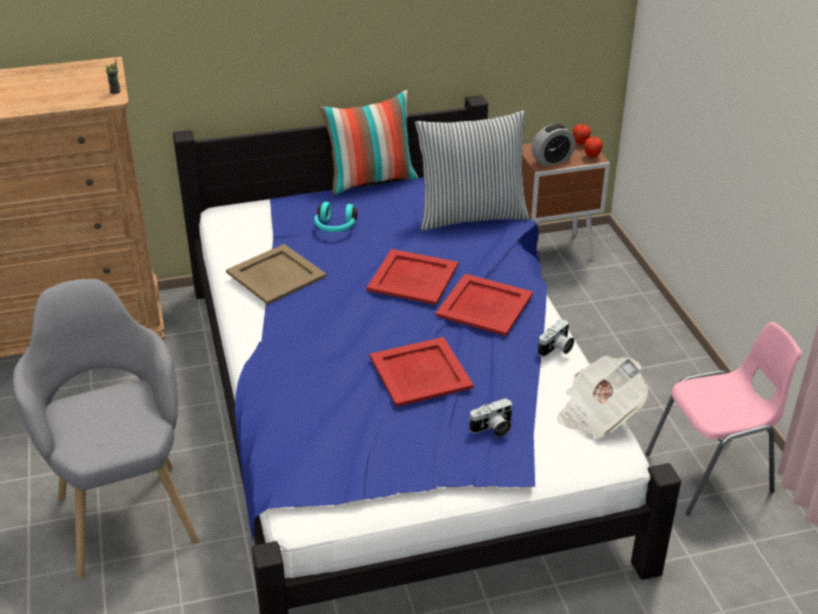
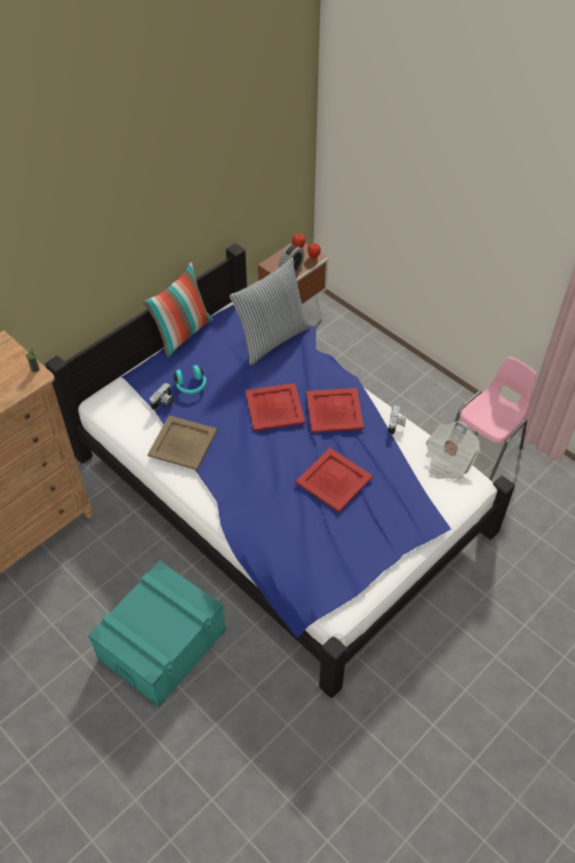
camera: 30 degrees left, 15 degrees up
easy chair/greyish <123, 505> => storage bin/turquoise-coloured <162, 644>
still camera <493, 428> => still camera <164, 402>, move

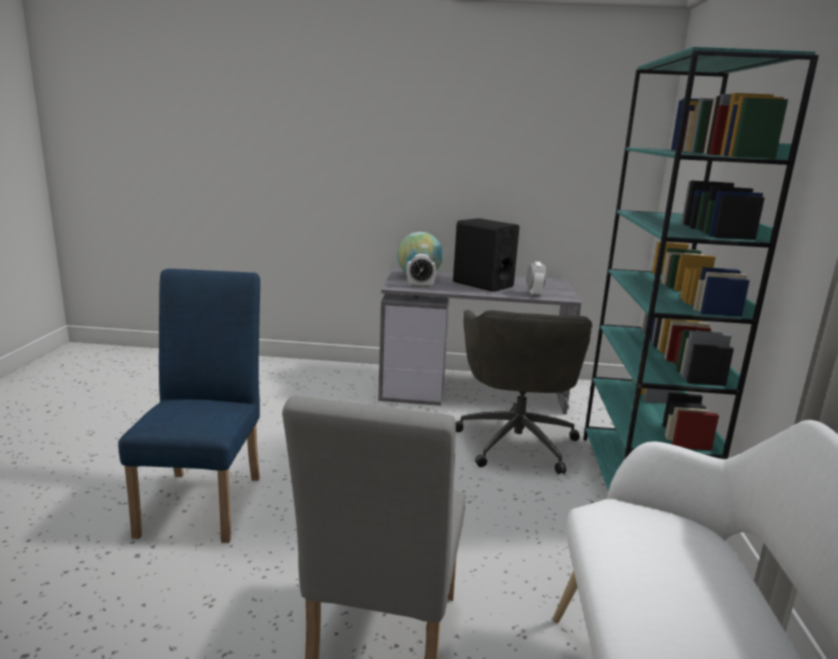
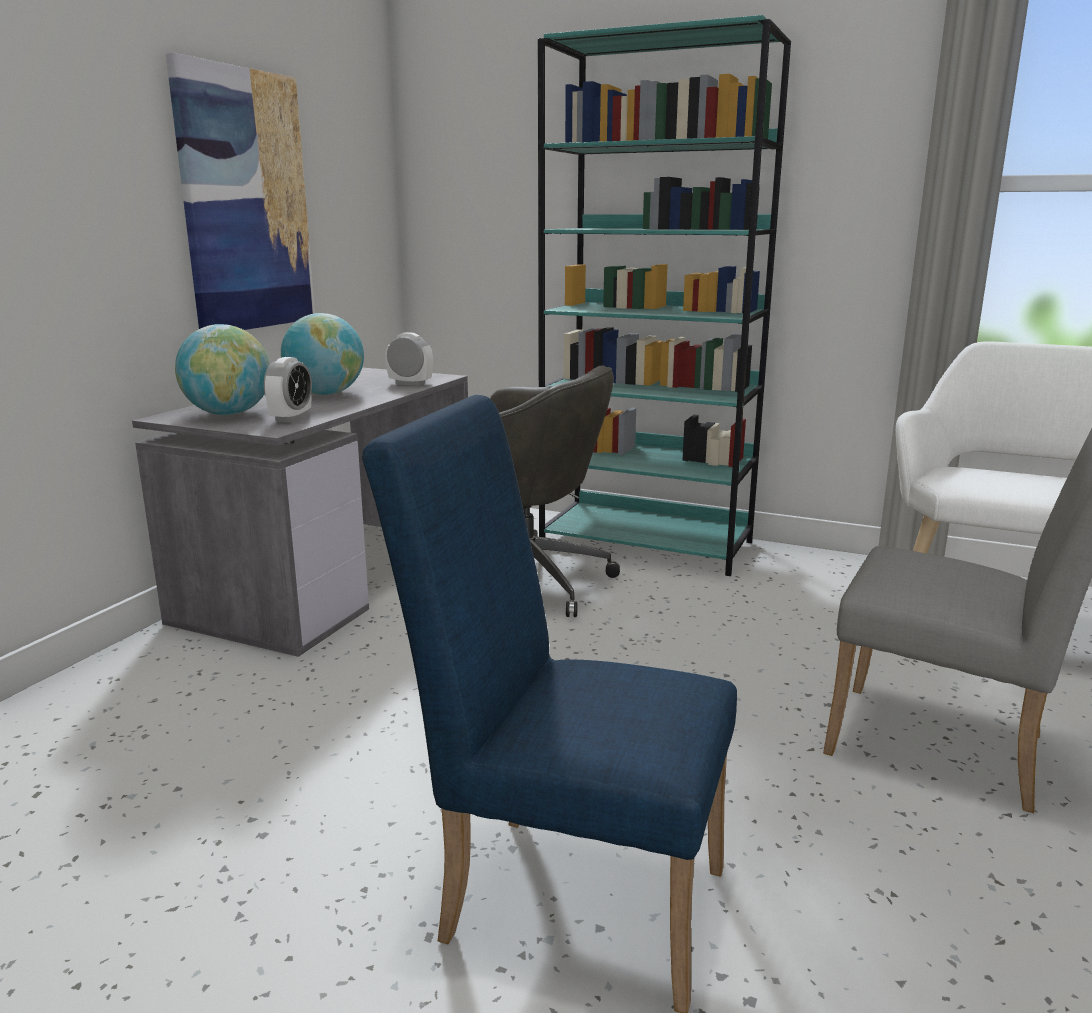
camera: 70 degrees left, 0 degrees up
nothing => wall art <245, 202>
loudspeaker/black <482, 284> => world globe <325, 394>

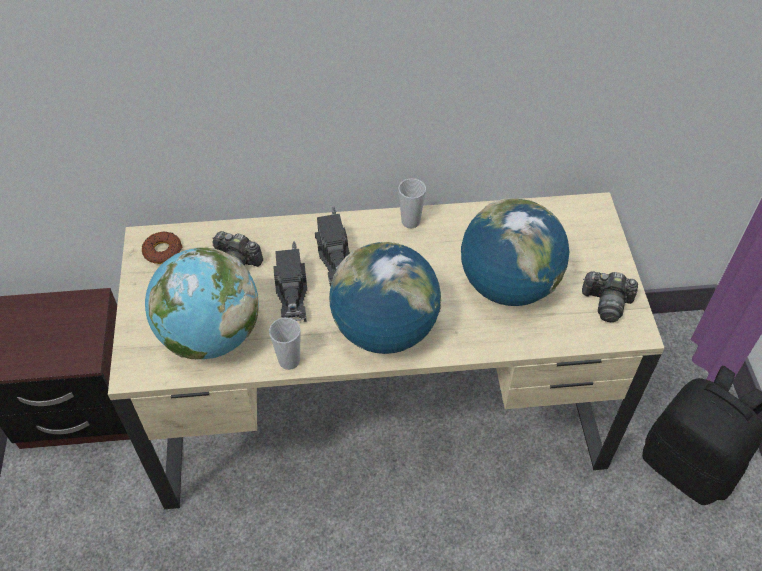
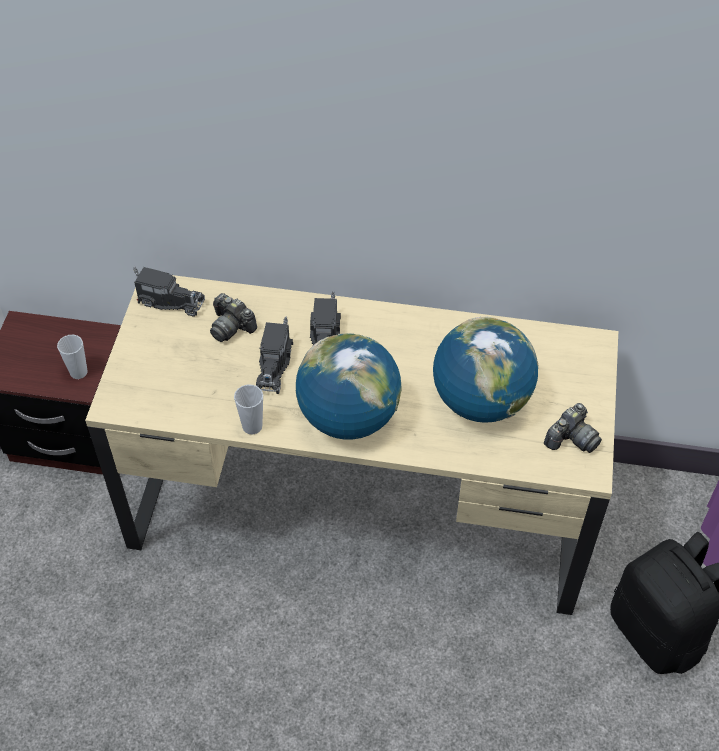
camera: 15 degrees right, 0 degrees up
drinking cup <410, 221> => drinking cup <78, 372>, move
doughnut <163, 251> => toy truck <168, 301>
still camera <606, 303> => still camera <571, 438>, 75 degrees counterclockwise
world globe <210, 335> => nothing

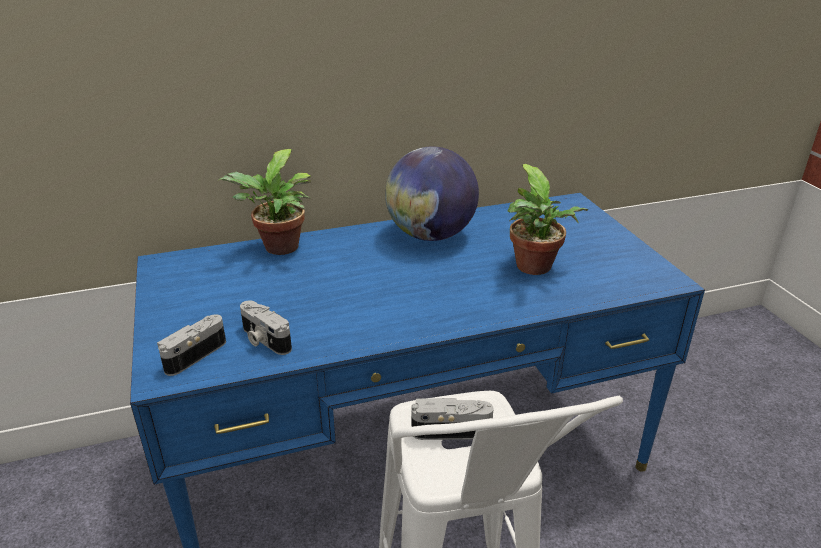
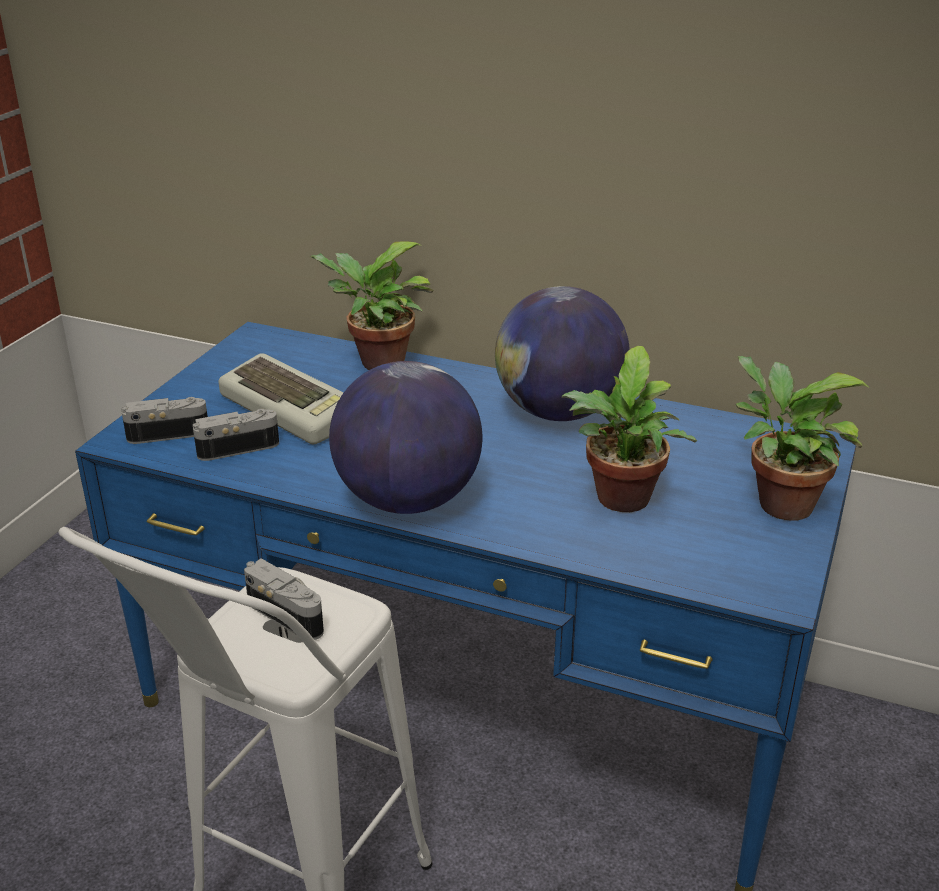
camera: 40 degrees right, 0 degrees up
still camera <264, 340> => still camera <237, 447>, 75 degrees clockwise
nothing => keyboard <291, 409>
nothing => world globe <407, 500>
nothing => houseplant <778, 504>

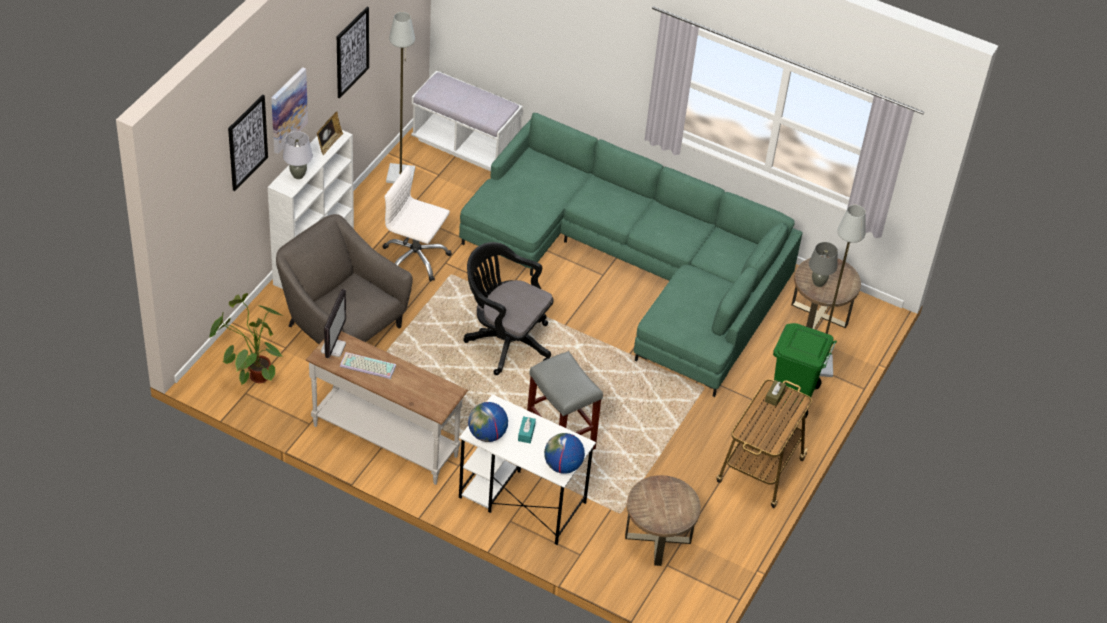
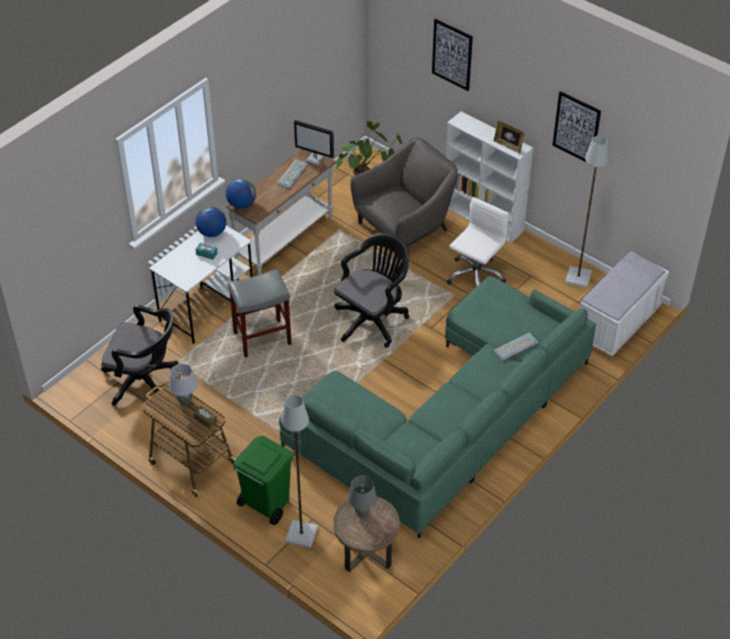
camera: 105 degrees right, 0 degrees up
accent table/brownish <658, 538> => office chair/black <145, 381>
tabletop lamp/greyish <298, 175> => tabletop lamp/greyish <185, 401>, move
world globe <562, 466> => world globe <241, 204>, move
nothing => keyboard <516, 347>
wall art <288, 109> => nothing

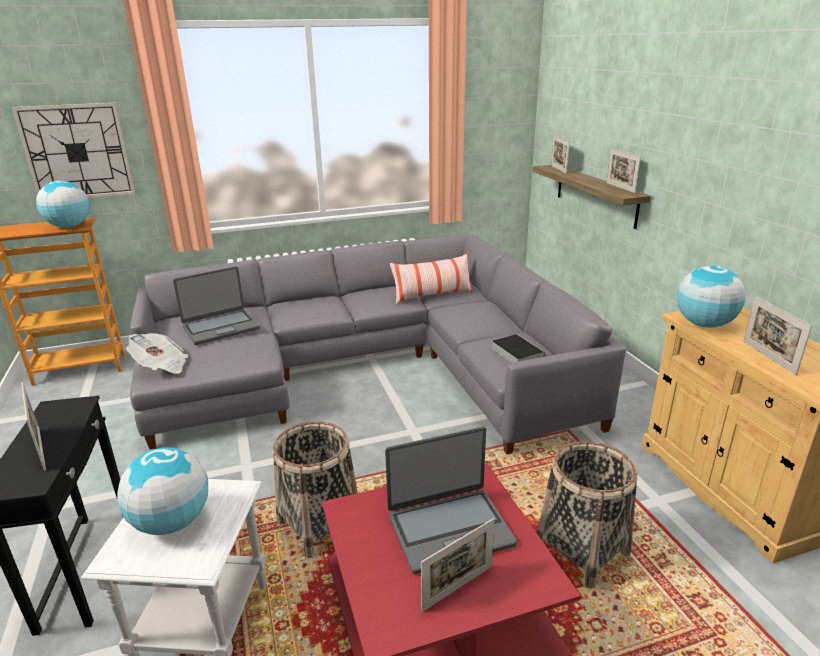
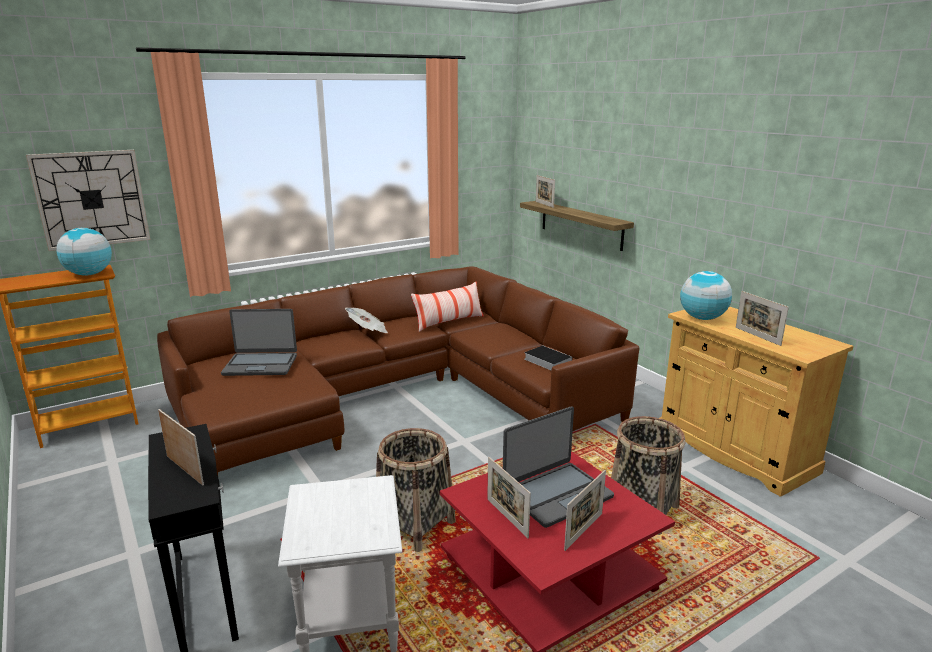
camera: 15 degrees left, 5 degrees down
sofa/greyish <368, 368> => sofa/brownish <397, 395>
laptop <220, 328> => laptop <260, 365>, 45 degrees clockwise
printed paper <161, 366> => printed paper <368, 330>, move
picture frame <620, 187> => picture frame <507, 518>, move
world globe <171, 522> => nothing

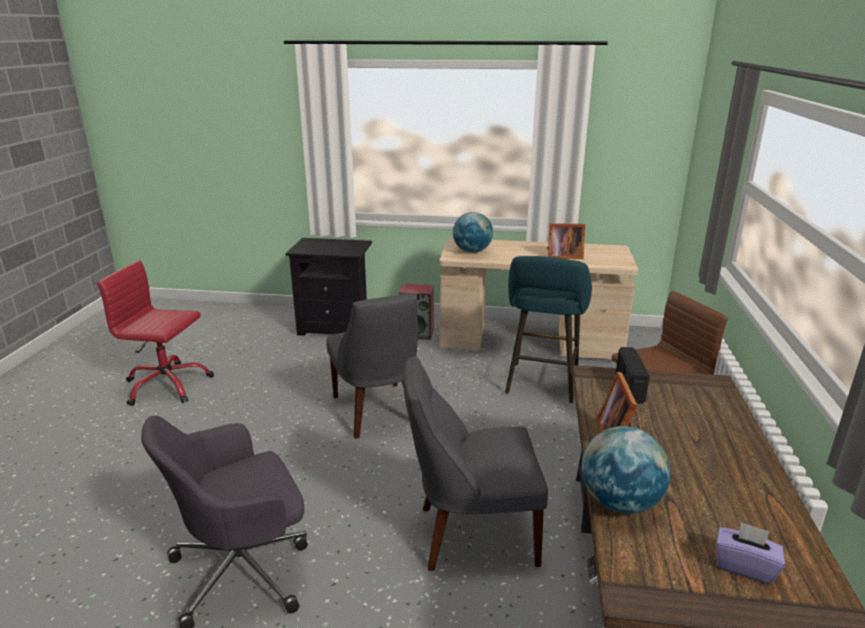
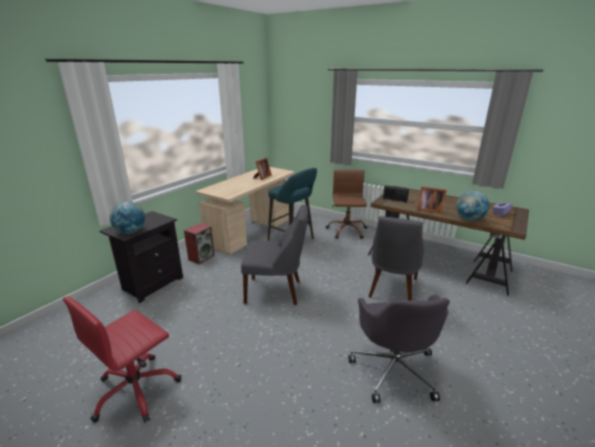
camera: 65 degrees left, 0 degrees up
world globe <472, 251> => world globe <130, 232>, move

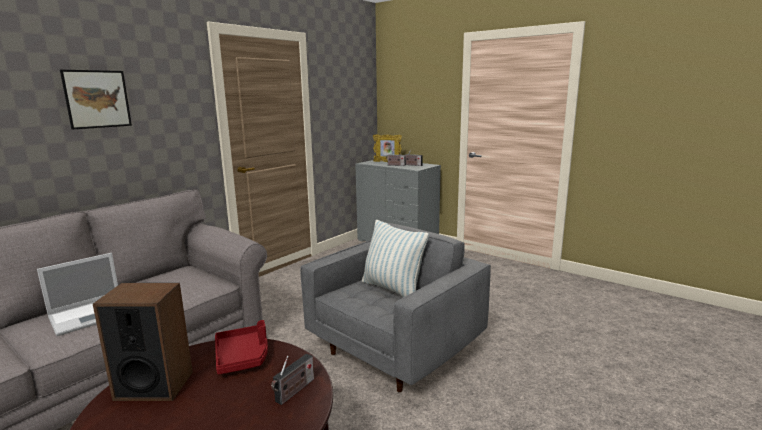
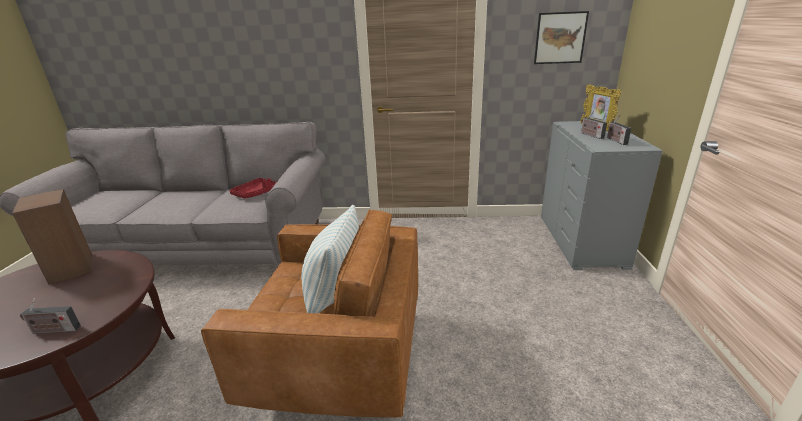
camera: 55 degrees right, 10 degrees up
easy chair/greyish <396, 351> => easy chair/brownish <340, 360>
tray/red-coloured <243, 356> => tray/red-coloured <255, 193>, move
wall art <97, 99> => wall art <560, 38>, move
laptop <92, 314> => nothing

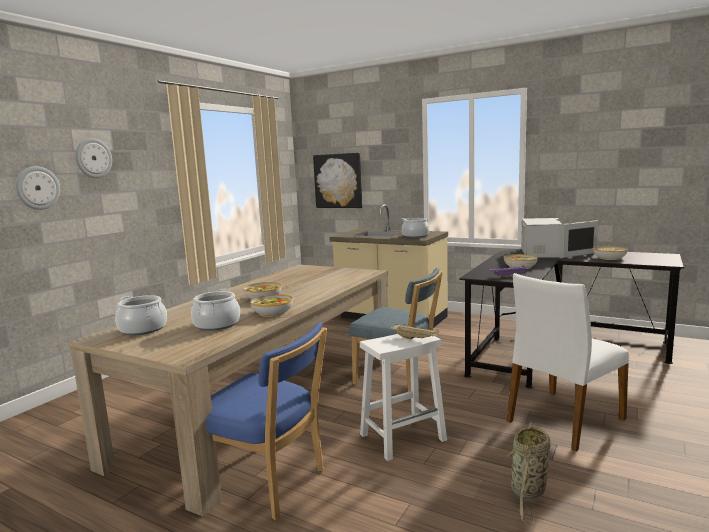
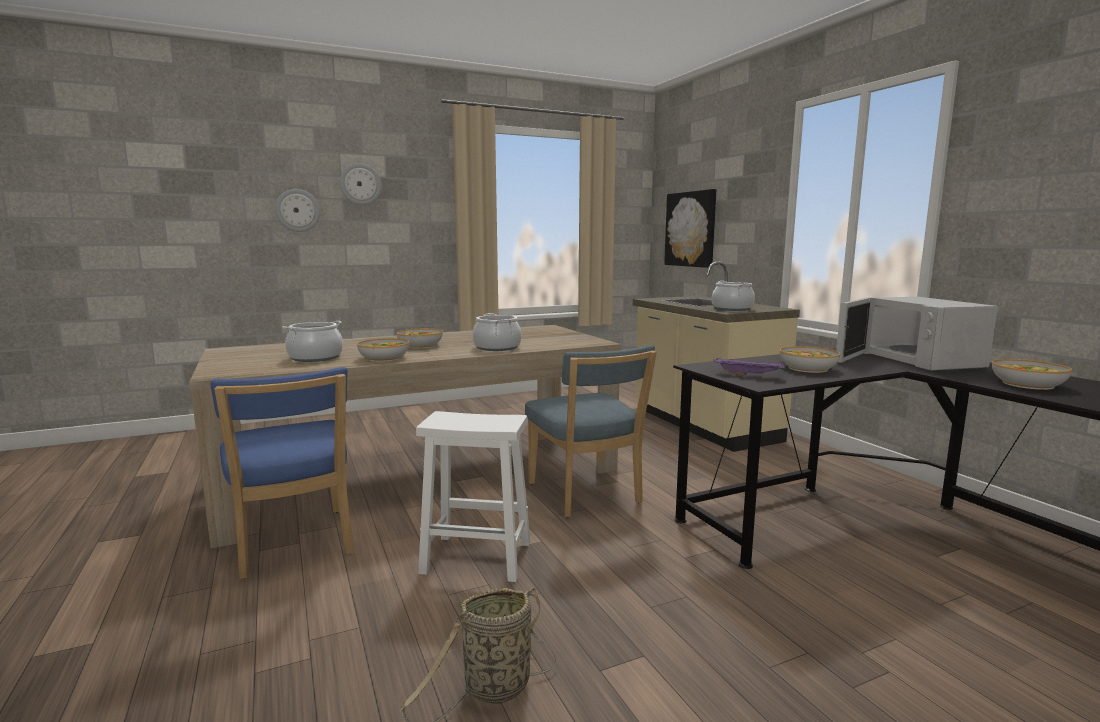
camera: 35 degrees right, 0 degrees up
saucepot <143, 329> => saucepot <497, 347>, move
kitchen microwave/whitish <544, 253> => kitchen microwave/whitish <914, 360>, 120 degrees clockwise
tray/beige-coloured <415, 338> => nothing
plain chair/whitish <563, 419> => nothing

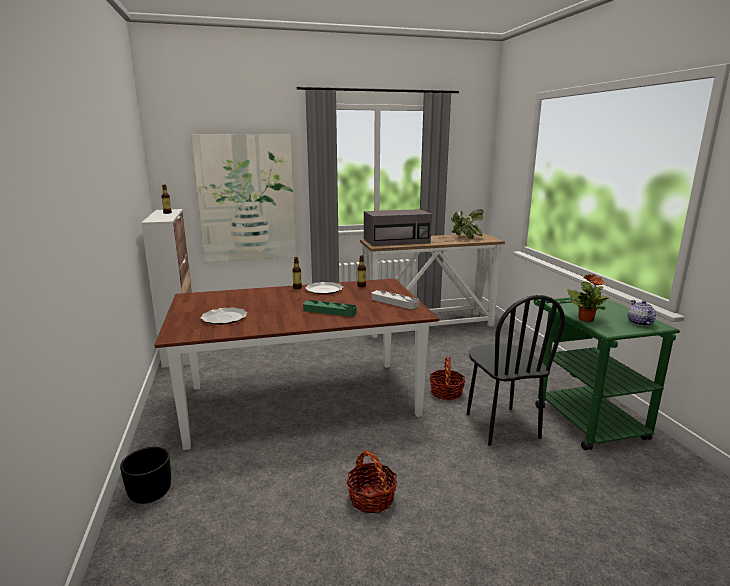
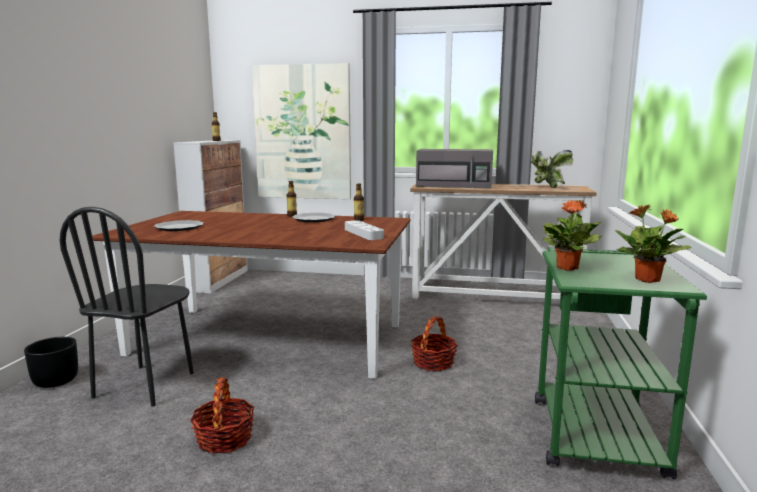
camera: 25 degrees right, 5 degrees down
plain chair/black <501, 426> => plain chair/black <145, 385>, move
teapot <639, 323> => houseplant <648, 280>
tray/green <329, 311> => nothing

